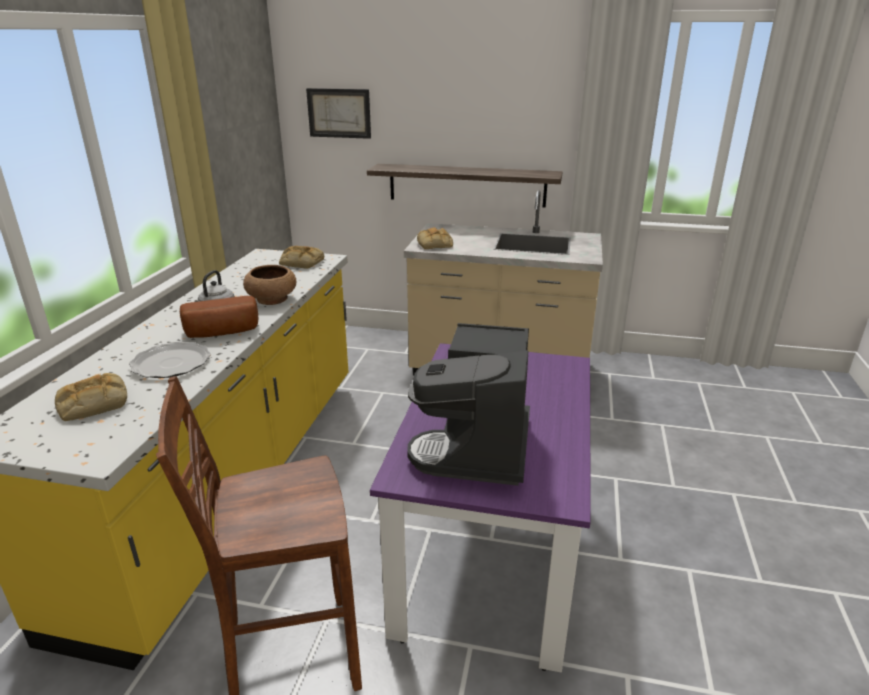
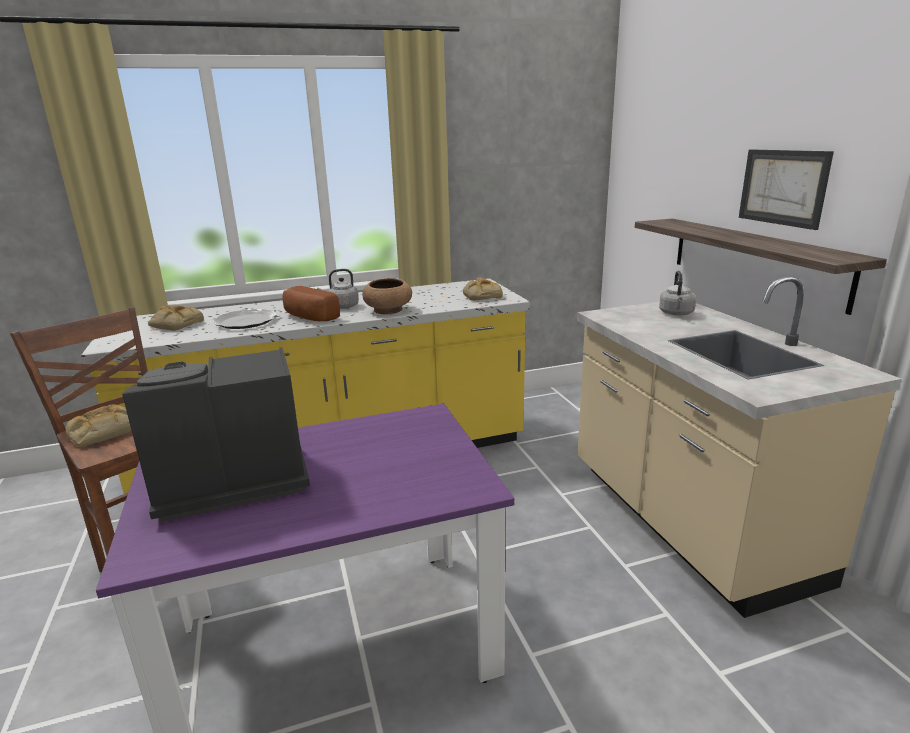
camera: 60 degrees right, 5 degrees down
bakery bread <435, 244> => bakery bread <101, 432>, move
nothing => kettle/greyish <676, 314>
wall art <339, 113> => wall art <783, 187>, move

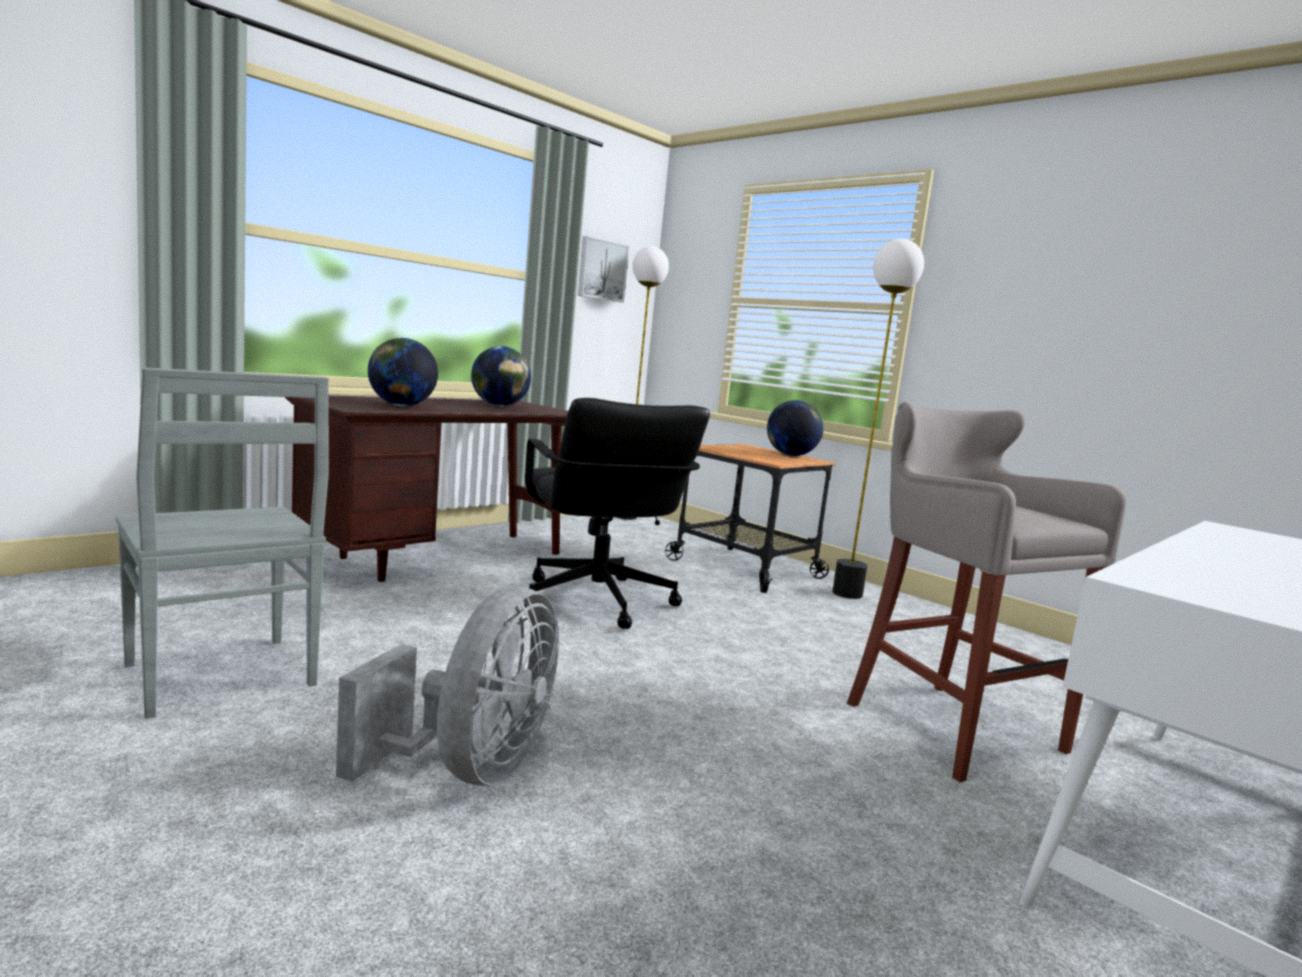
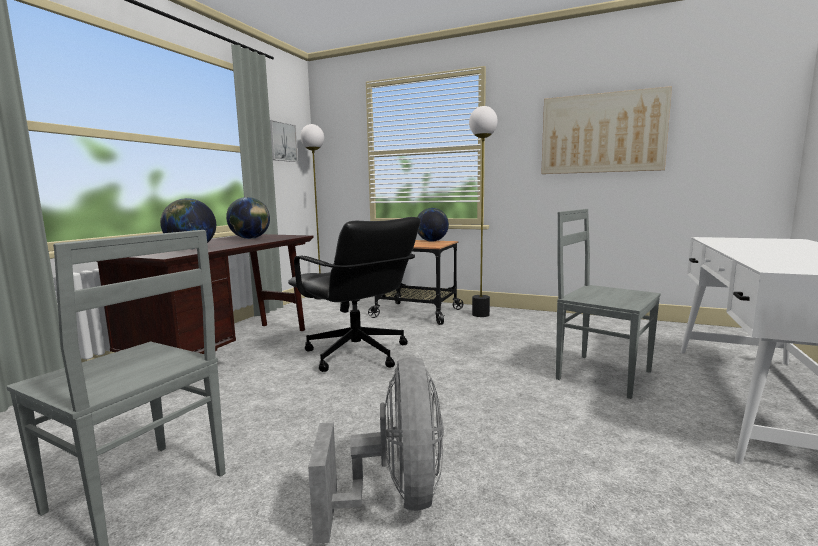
camera: 20 degrees left, 0 degrees up
nothing => wall art <602, 133>
stool seat/greyish <947, 725> => plain chair/greyish <600, 374>

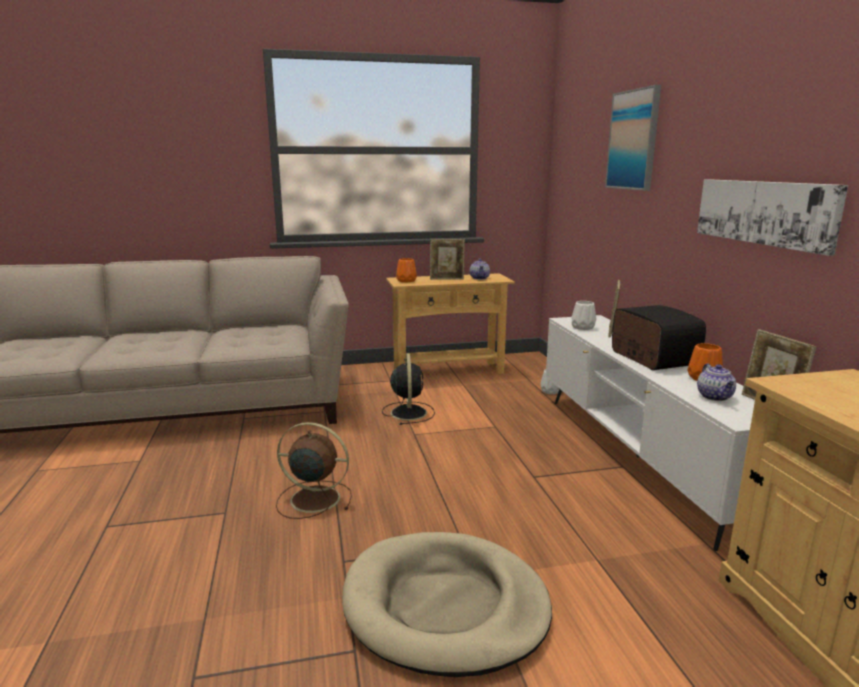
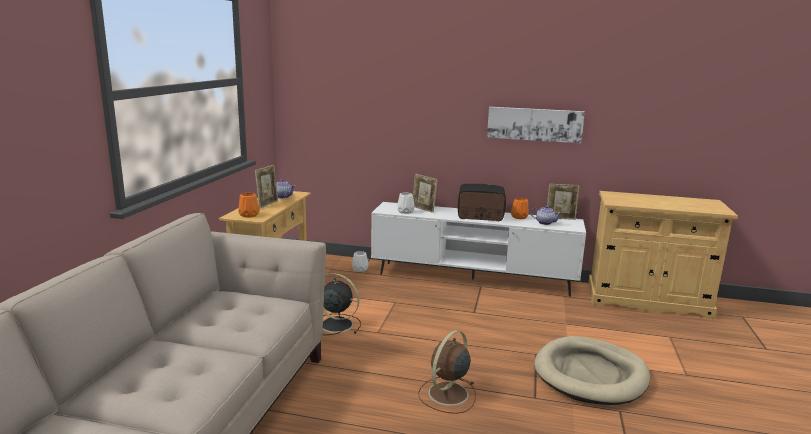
camera: 65 degrees left, 0 degrees up
wall art <633, 140> => nothing

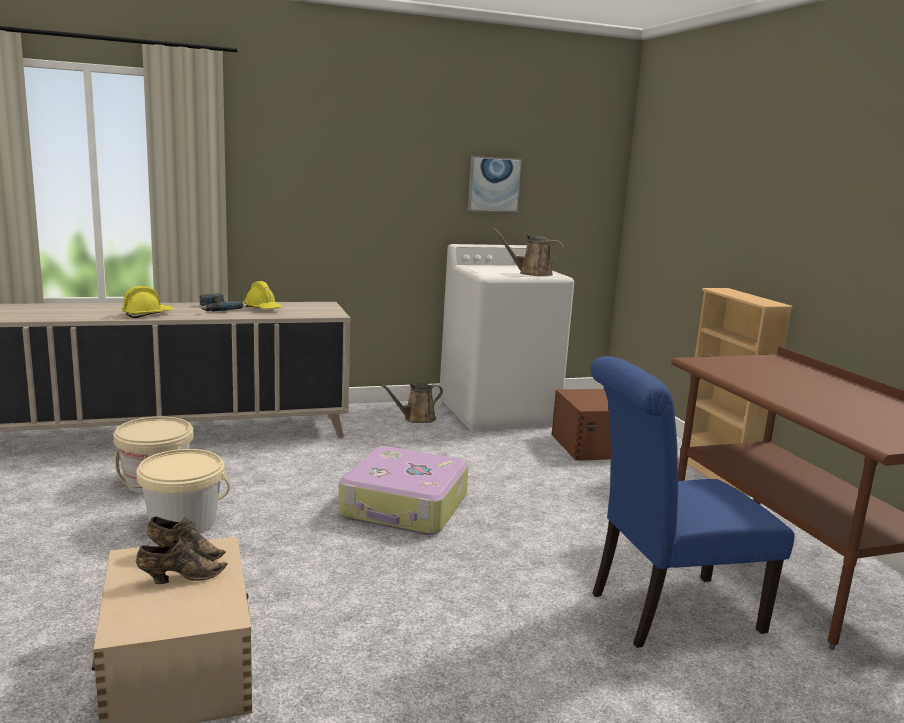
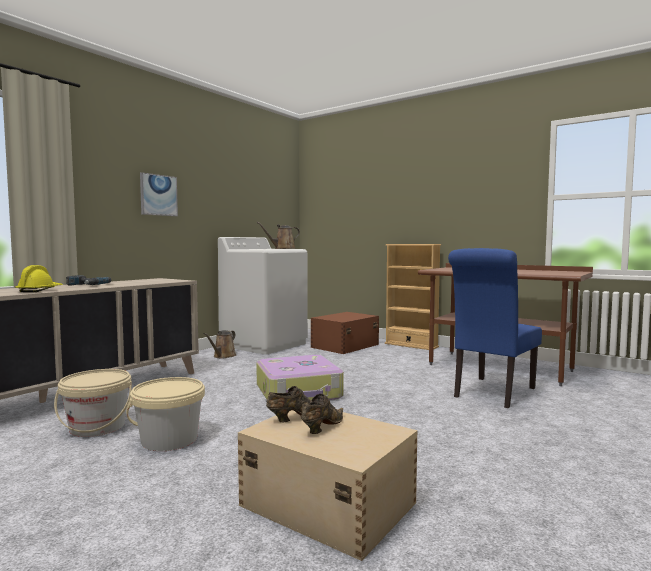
camera: 35 degrees left, 10 degrees down
wall art <494, 184> => wall art <158, 195>, move
safety helmet/yellowish <263, 309> => nothing

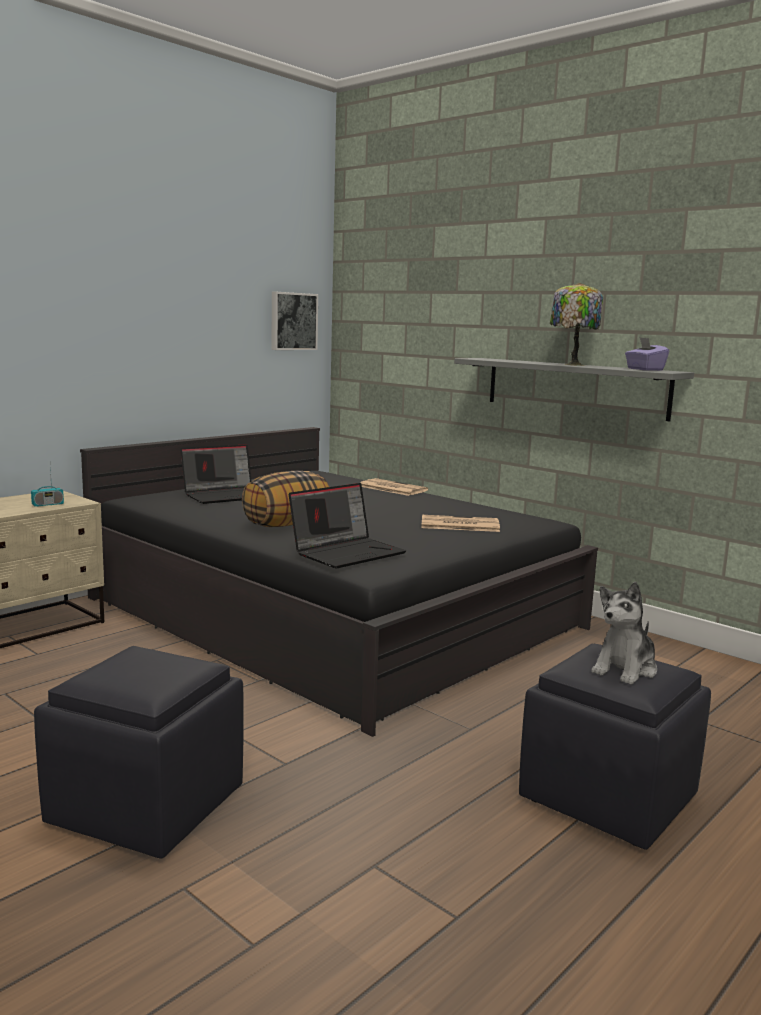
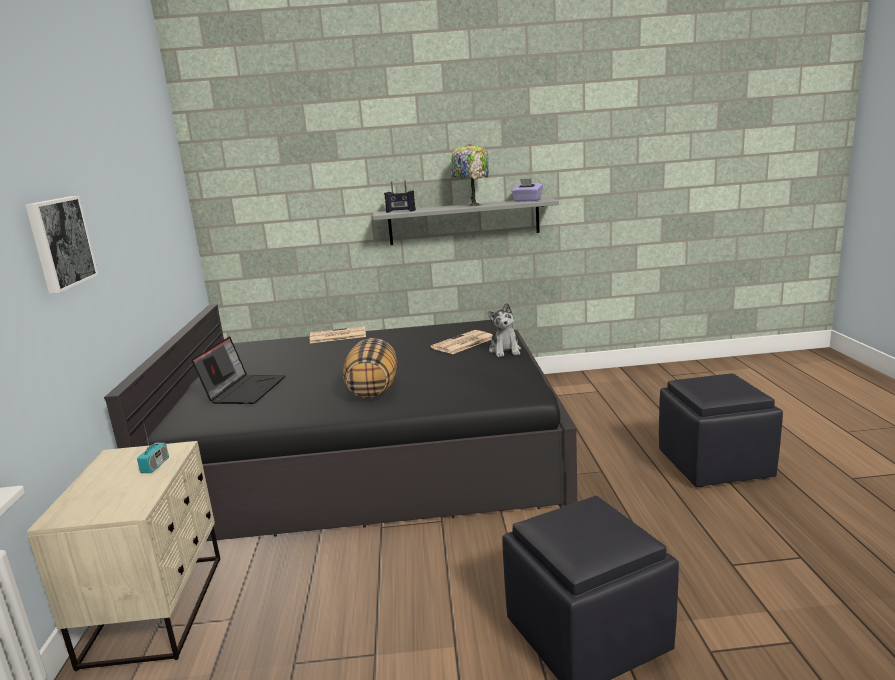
camera: 45 degrees left, 5 degrees up
wall art <293, 321> => wall art <59, 243>, move
nothing => radio <400, 211>
cuddly toy <625, 669> => cuddly toy <505, 350>, move
laptop <348, 552> => nothing

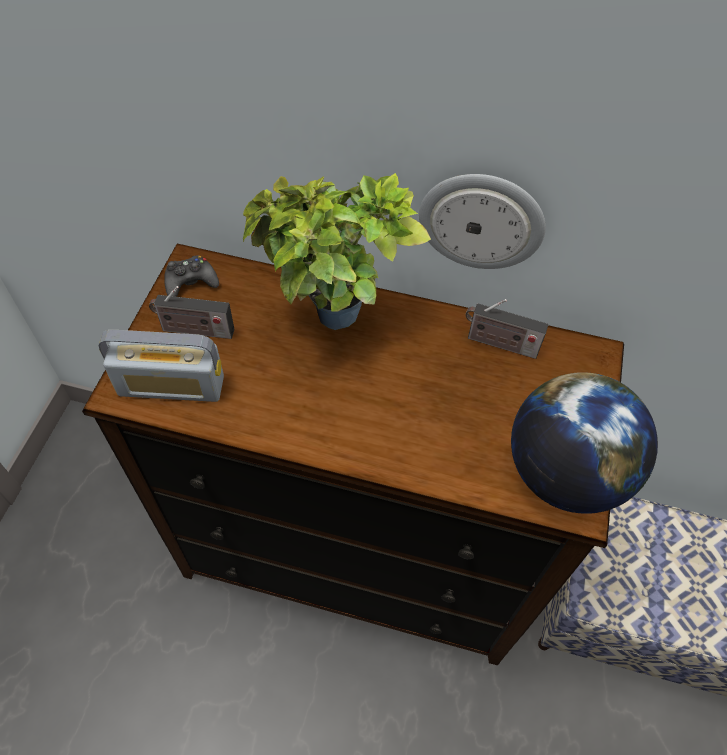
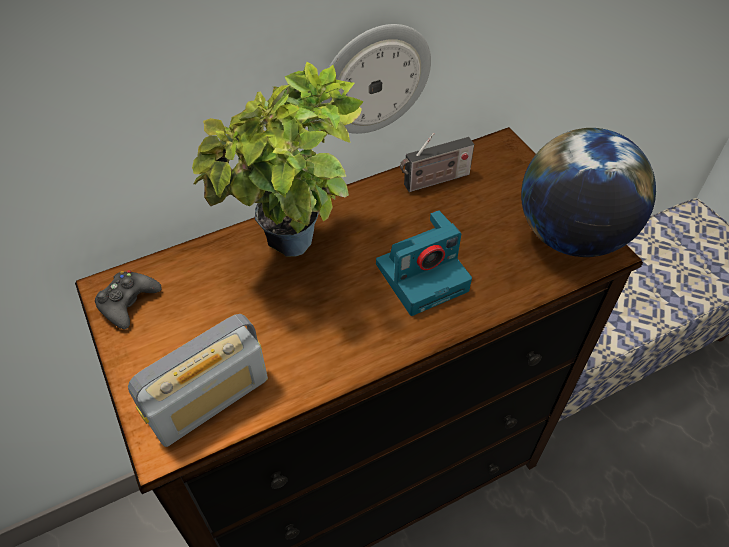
camera: 40 degrees left, 5 degrees down
nothing => still camera <423, 275>
radio <194, 330> => nothing

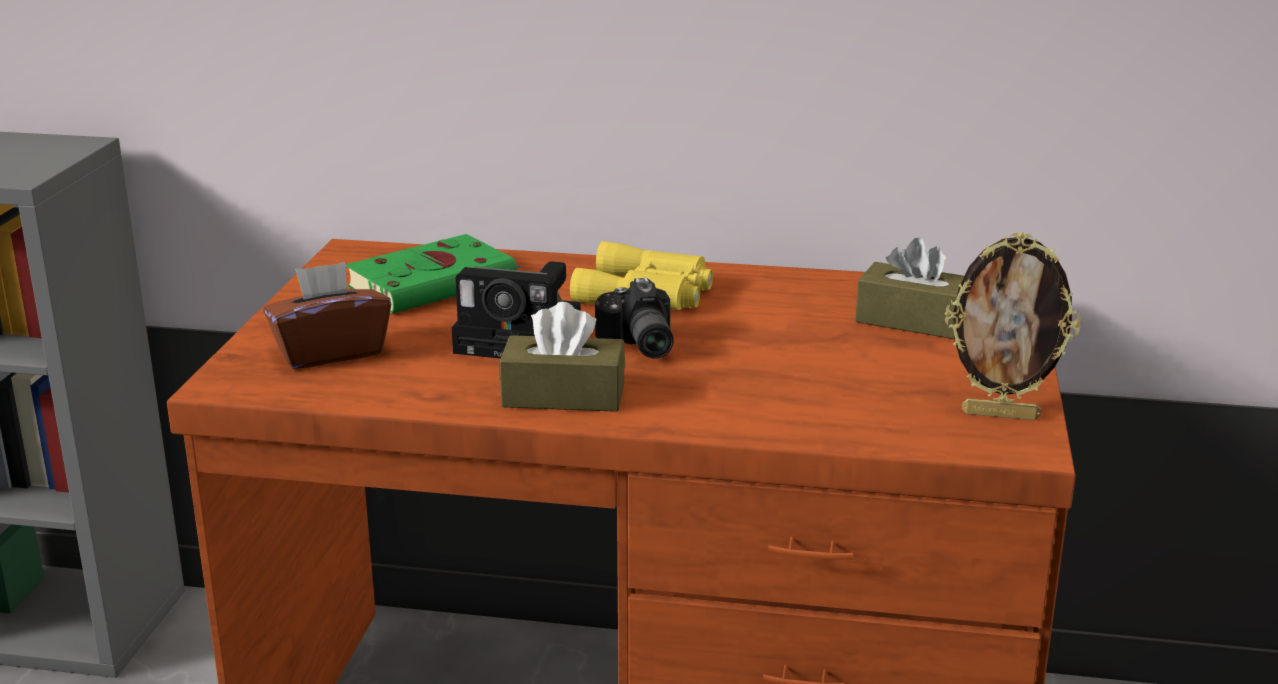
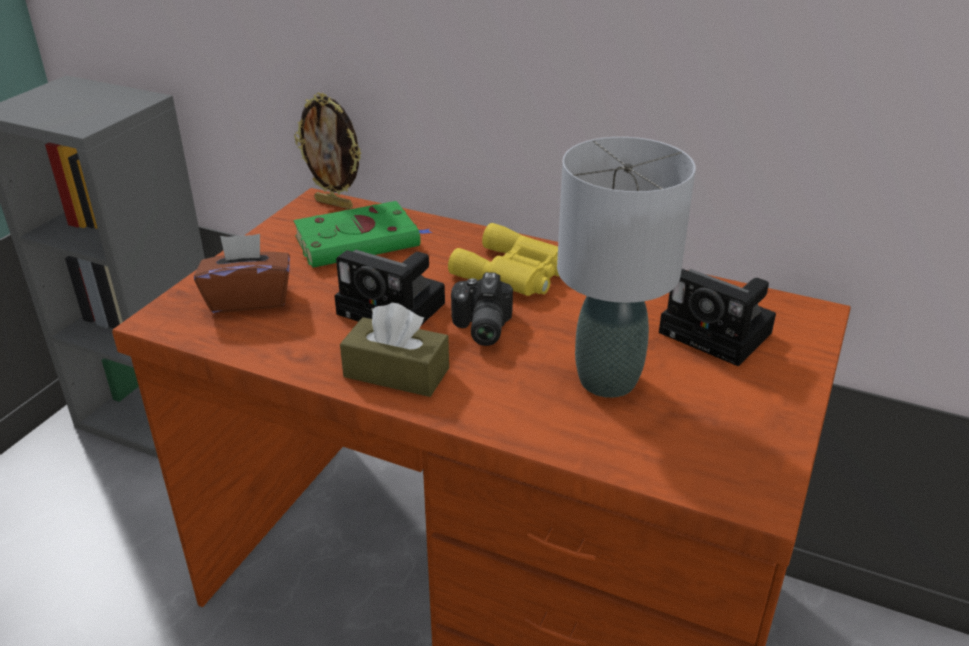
camera: 15 degrees right, 10 degrees up
picture frame <1001, 414> => picture frame <335, 204>, move
nothing => tabletop lamp/greyish <606, 380>
tissue box/brownish <913, 321> => still camera <720, 334>

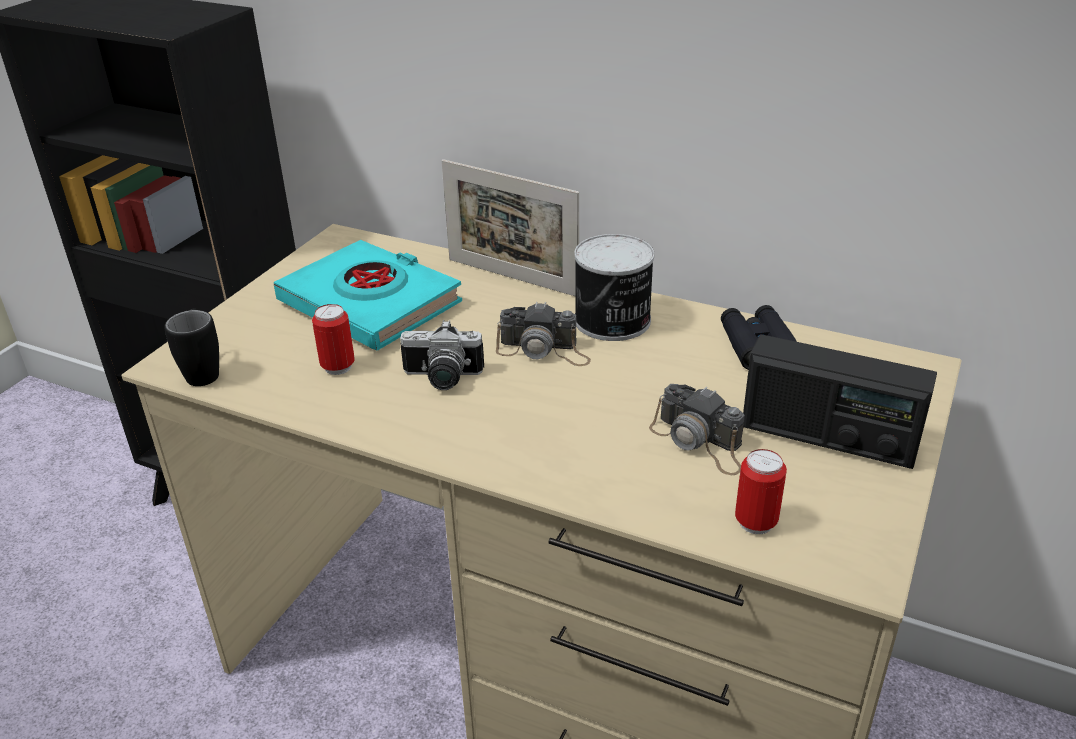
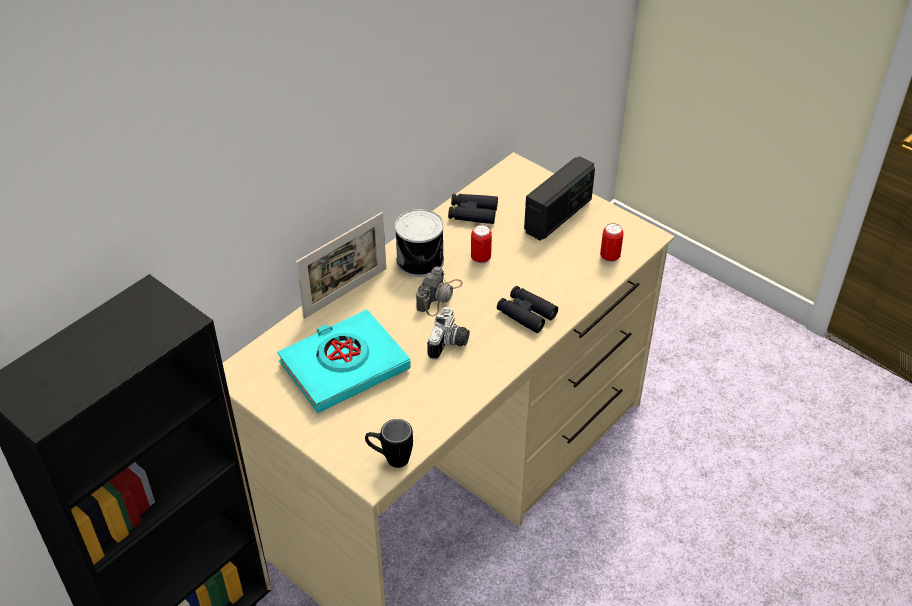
camera: 75 degrees left, 10 degrees up
can <338, 367> => can <480, 258>, move
nothing => pair of binoculars/black <526, 314>
still camera <699, 442> => nothing

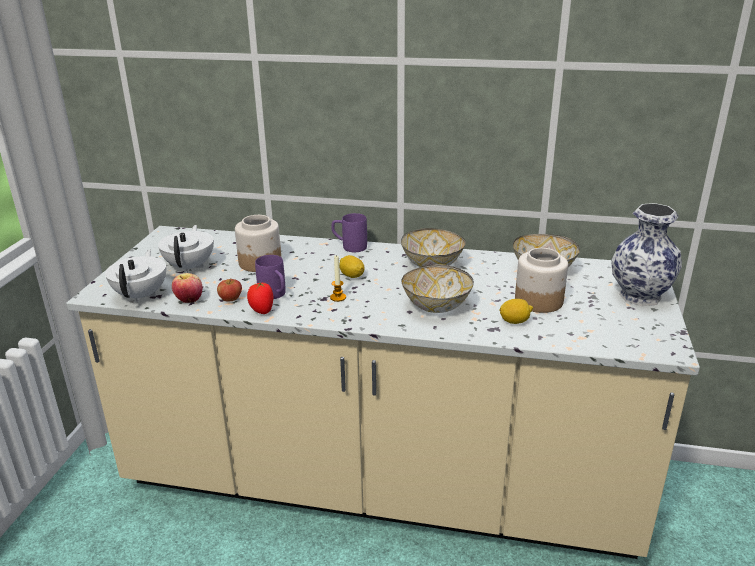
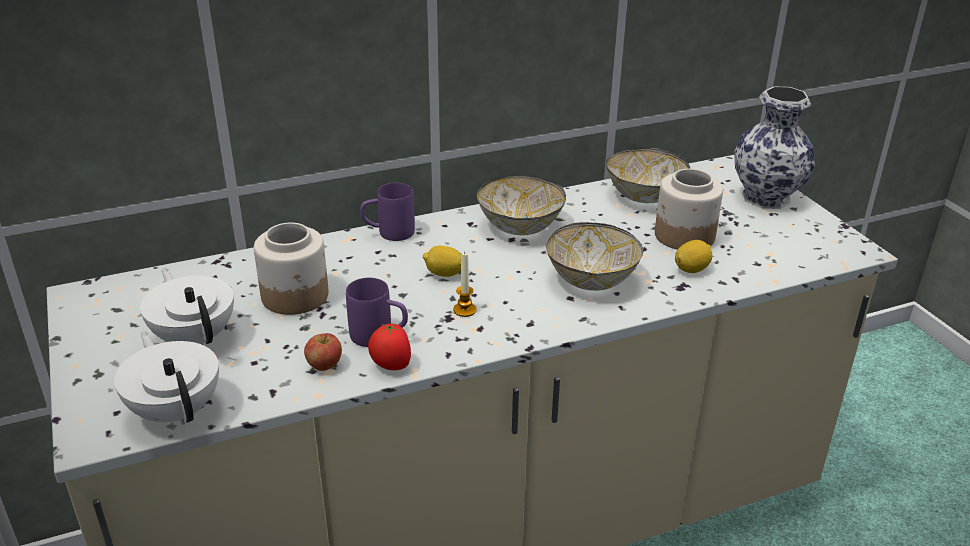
camera: 35 degrees left, 5 degrees up
apple <189, 300> => nothing

